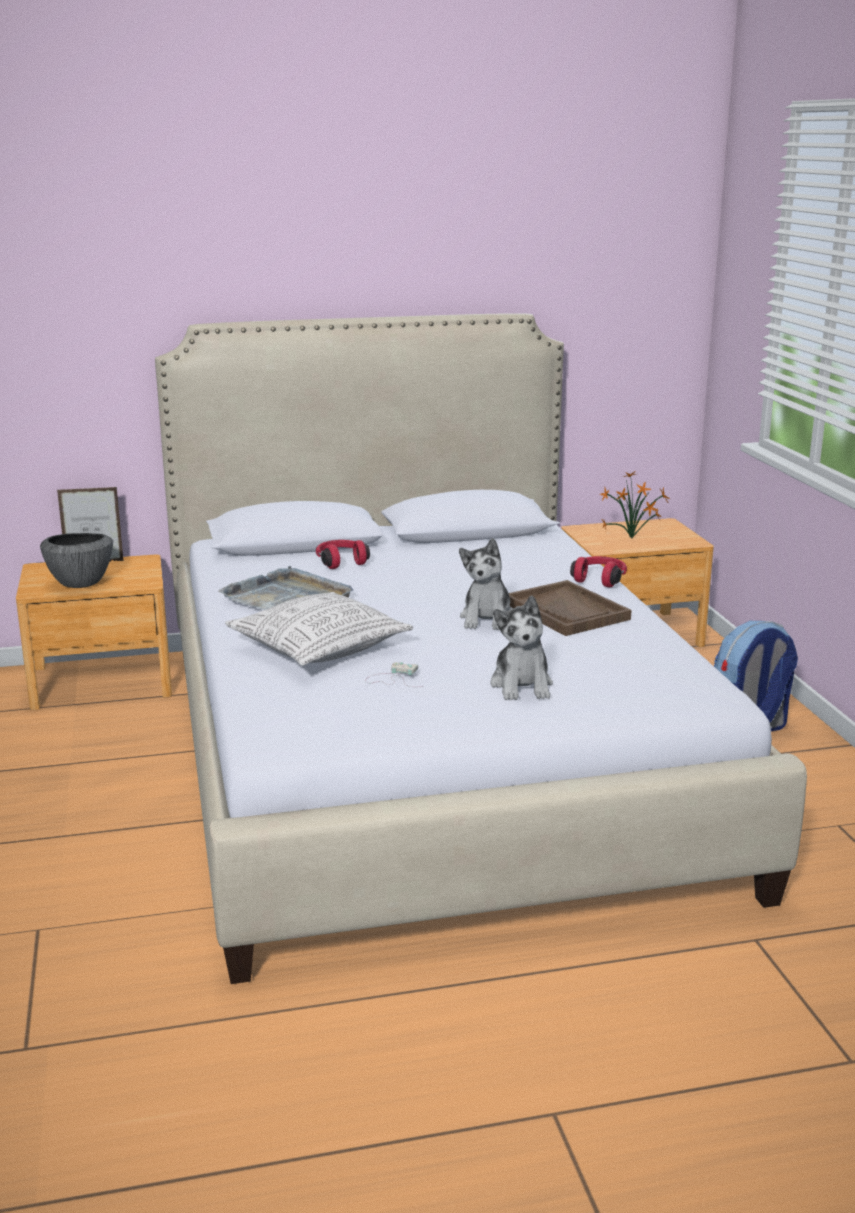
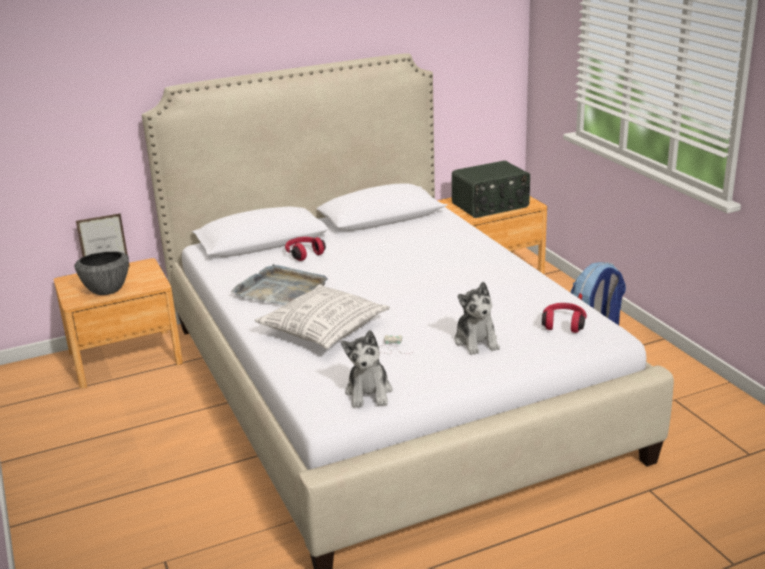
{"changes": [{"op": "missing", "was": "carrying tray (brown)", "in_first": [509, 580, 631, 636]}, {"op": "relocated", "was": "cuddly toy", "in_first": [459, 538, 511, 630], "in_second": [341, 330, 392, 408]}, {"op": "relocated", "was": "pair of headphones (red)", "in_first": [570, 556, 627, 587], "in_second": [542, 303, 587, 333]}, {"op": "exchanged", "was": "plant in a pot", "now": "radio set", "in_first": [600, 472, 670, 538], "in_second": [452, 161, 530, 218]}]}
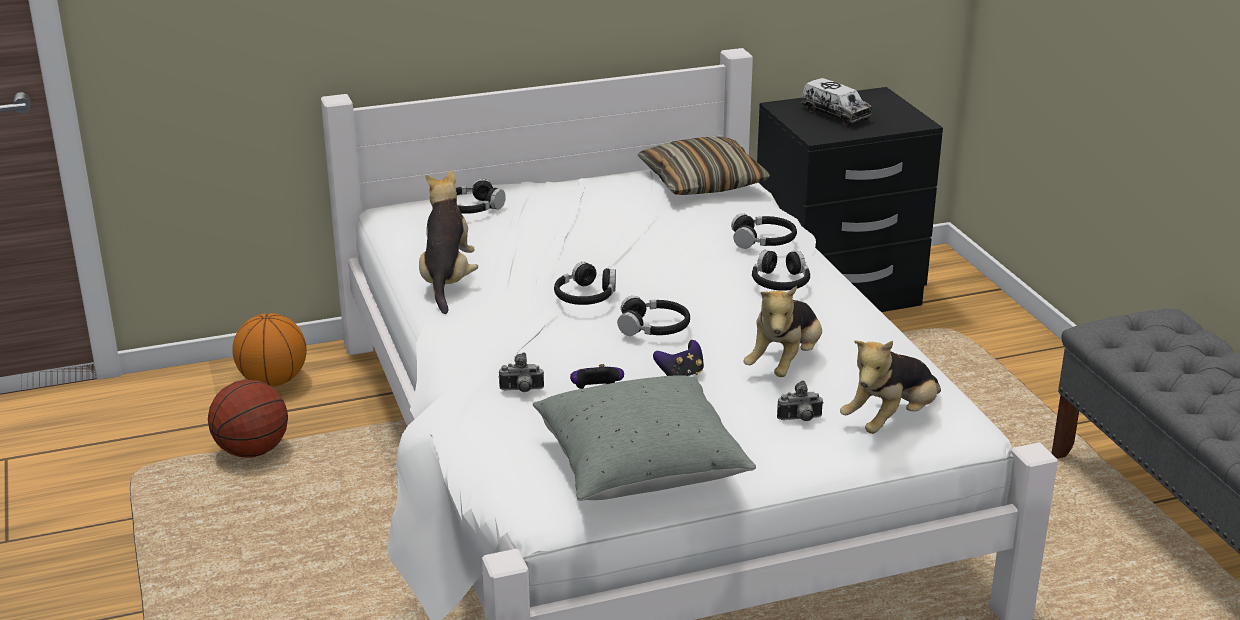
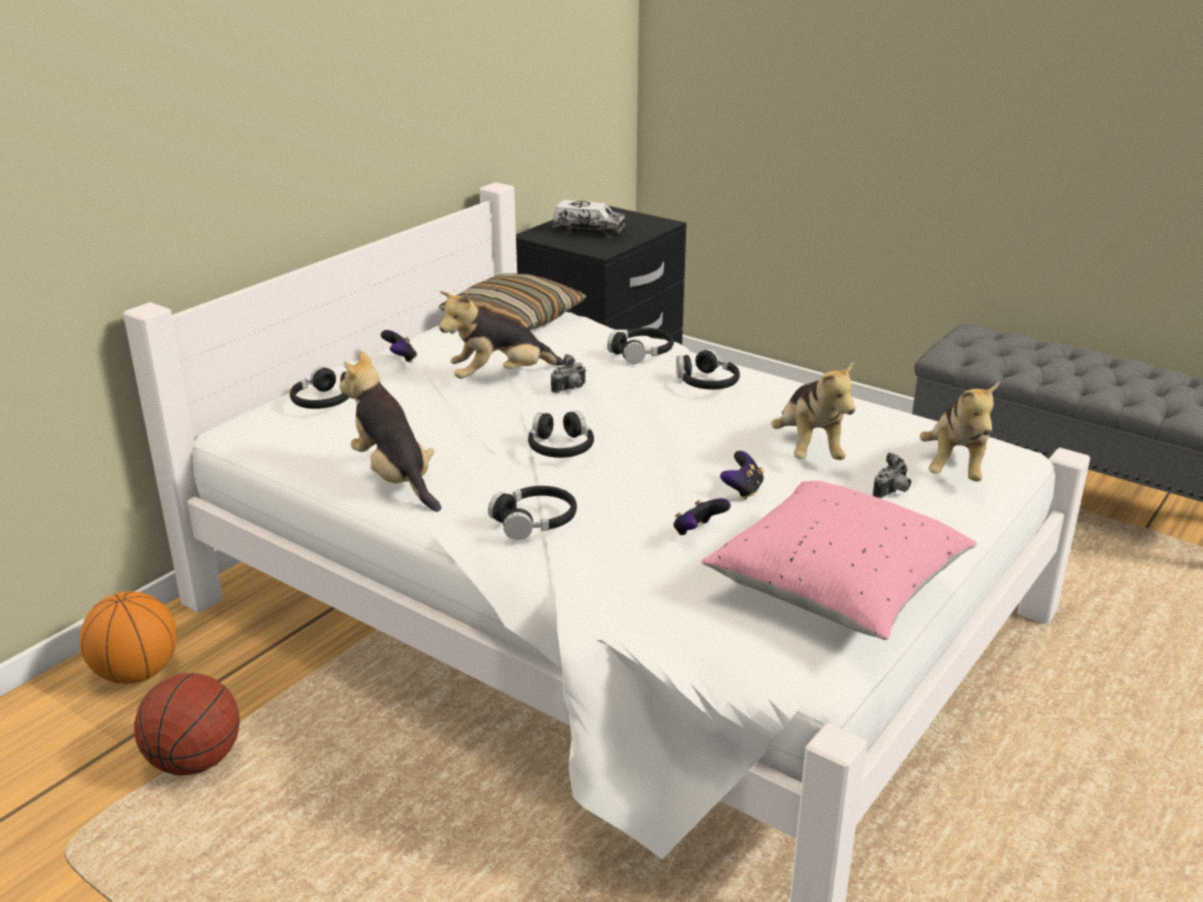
{"changes": [{"op": "appeared", "now": "joypad", "in_second": [381, 330, 417, 363]}, {"op": "appeared", "now": "cuddly toy", "in_second": [439, 291, 564, 379]}, {"op": "relocated", "was": "still camera", "in_first": [498, 352, 544, 392], "in_second": [551, 354, 586, 393]}, {"op": "relocated", "was": "pair of headphones (black)", "in_first": [617, 296, 690, 336], "in_second": [488, 486, 577, 540]}, {"op": "colour", "was": "throw pillow (grey)", "now": "throw pillow (pink)", "in_first": [533, 375, 756, 501], "in_second": [701, 481, 977, 640]}]}
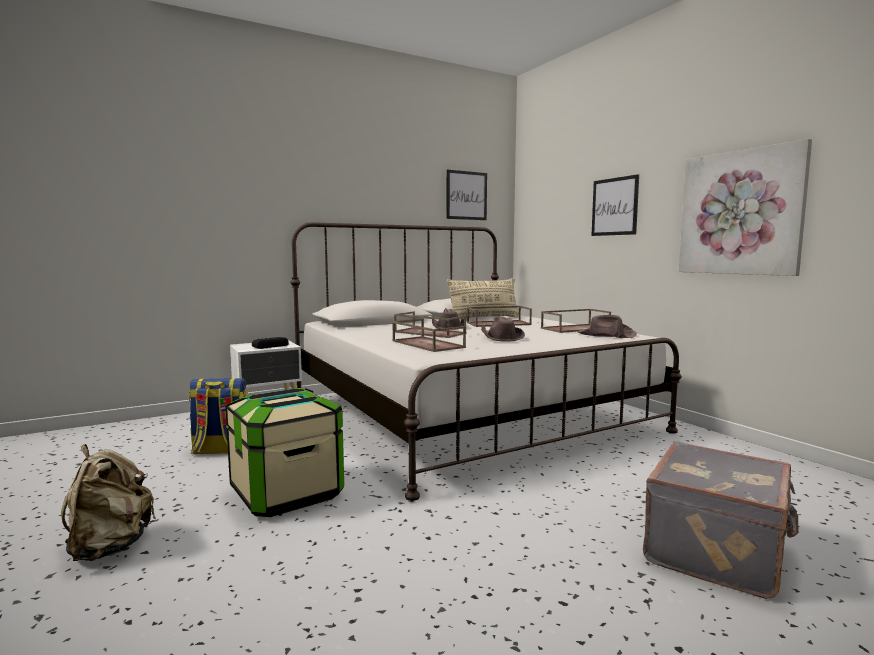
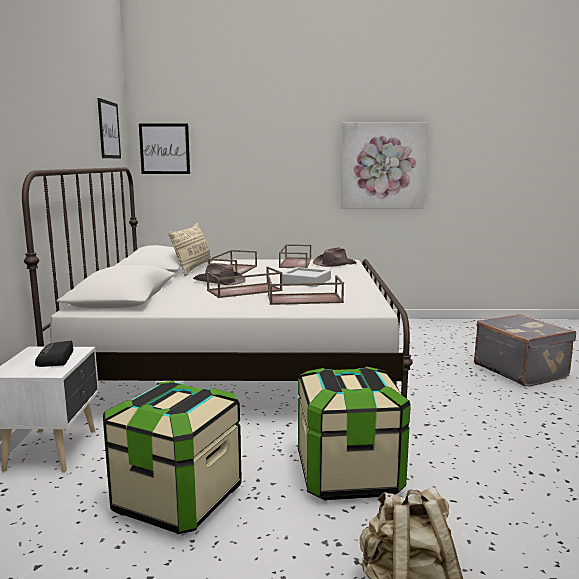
{"changes": [{"op": "relocated", "was": "wall picture", "in_first": [592, 174, 639, 236], "in_second": [139, 124, 190, 174]}, {"op": "exchanged", "was": "knapsack", "now": "storage box", "in_first": [189, 378, 246, 454], "in_second": [103, 381, 242, 534]}, {"op": "exchanged", "was": "wearable hat (brown)", "now": "carrying tray (grey)", "in_first": [481, 316, 525, 342], "in_second": [282, 267, 331, 287]}]}
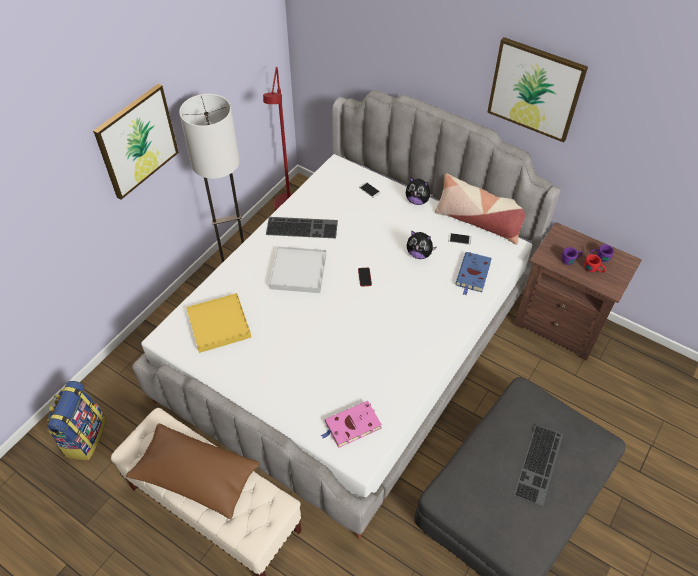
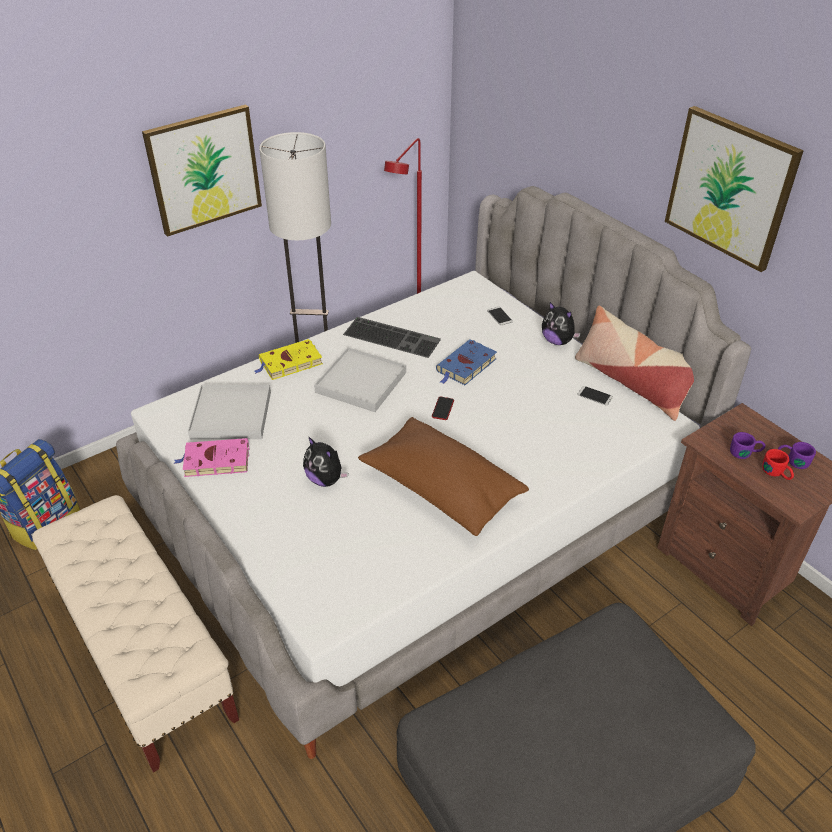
{"changes": [{"op": "missing", "was": "keyboard", "in_first": [514, 425, 563, 507]}, {"op": "appeared", "now": "bound book (yellow-coloured)", "in_second": [255, 339, 323, 380]}, {"op": "relocated", "was": "throw pillow (brown)", "in_first": [126, 423, 260, 519], "in_second": [358, 417, 529, 536]}, {"op": "relocated", "was": "bound book (pink)", "in_first": [321, 401, 382, 448], "in_second": [174, 438, 250, 477]}, {"op": "relocated", "was": "cuddly toy", "in_first": [407, 230, 437, 259], "in_second": [303, 436, 348, 487]}, {"op": "relocated", "was": "bound book (bluish)", "in_first": [455, 252, 492, 295], "in_second": [436, 339, 497, 385]}, {"op": "colour", "was": "carrying tray (yellow-coloured)", "now": "carrying tray (white)", "in_first": [186, 293, 252, 353], "in_second": [188, 384, 271, 439]}]}
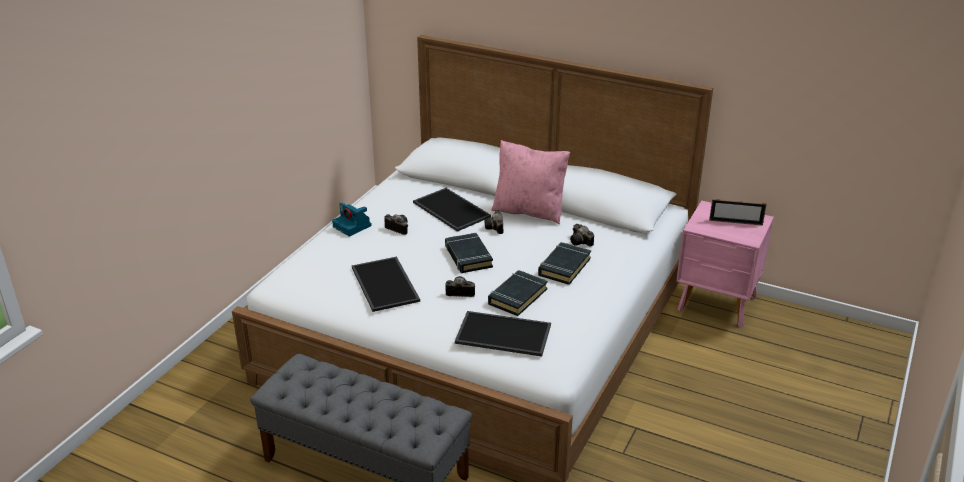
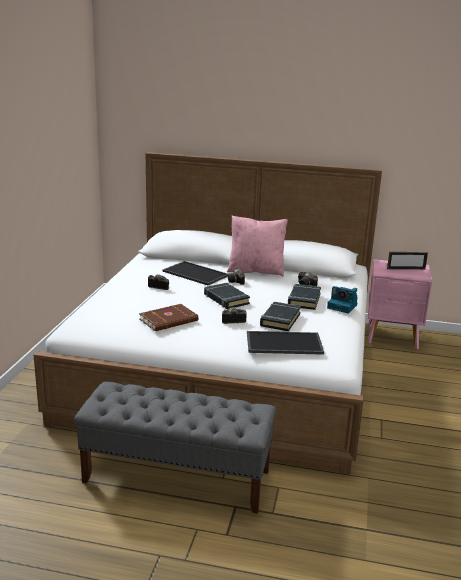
{"changes": [{"op": "relocated", "was": "still camera", "in_first": [332, 203, 372, 237], "in_second": [327, 286, 358, 314]}, {"op": "exchanged", "was": "carrying tray", "now": "bound book (brown)", "in_first": [352, 257, 420, 312], "in_second": [139, 304, 199, 331]}]}
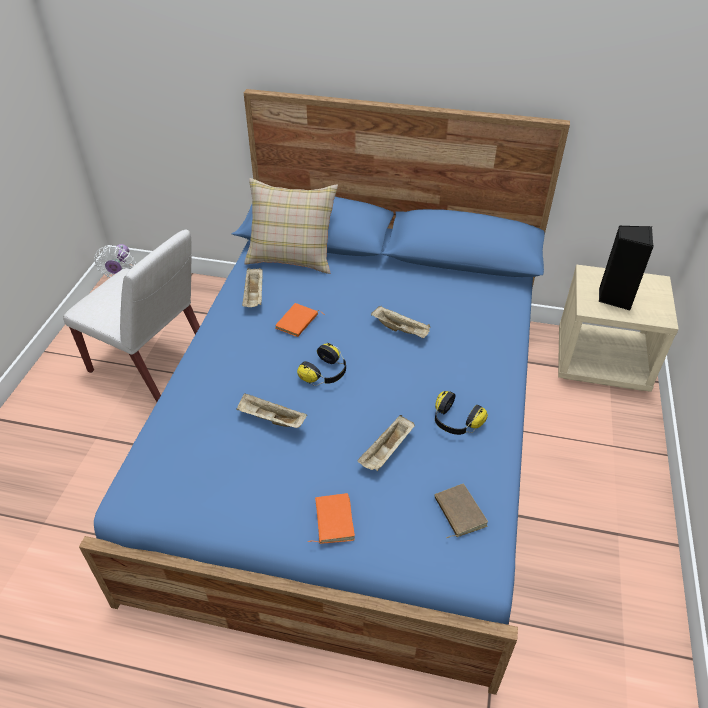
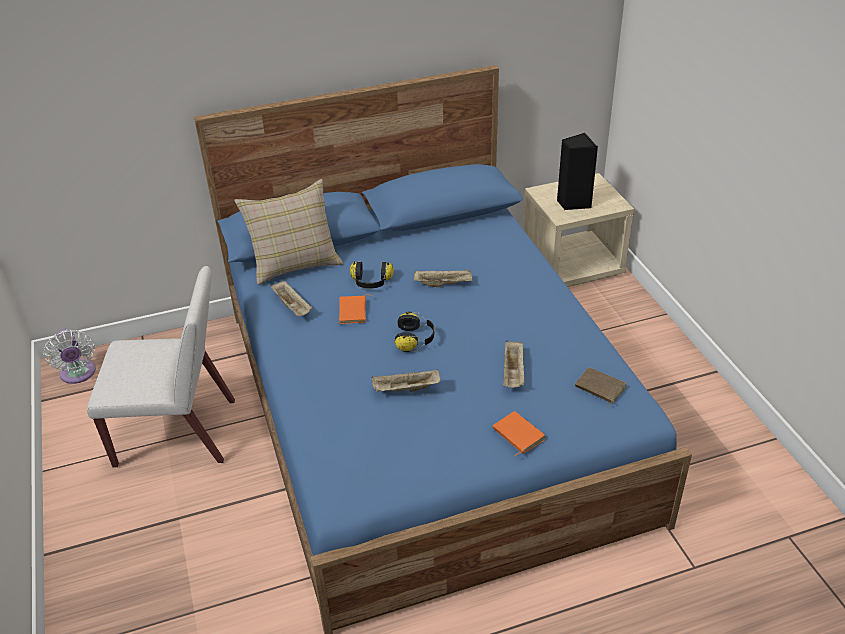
{"changes": [{"op": "relocated", "was": "pair of headphones", "in_first": [435, 391, 488, 435], "in_second": [350, 261, 394, 288]}]}
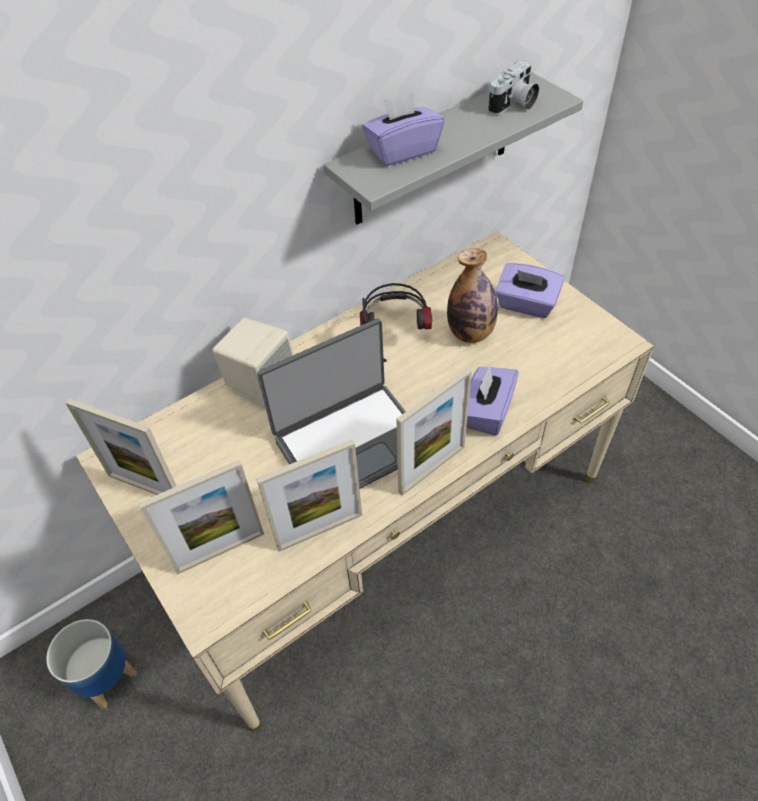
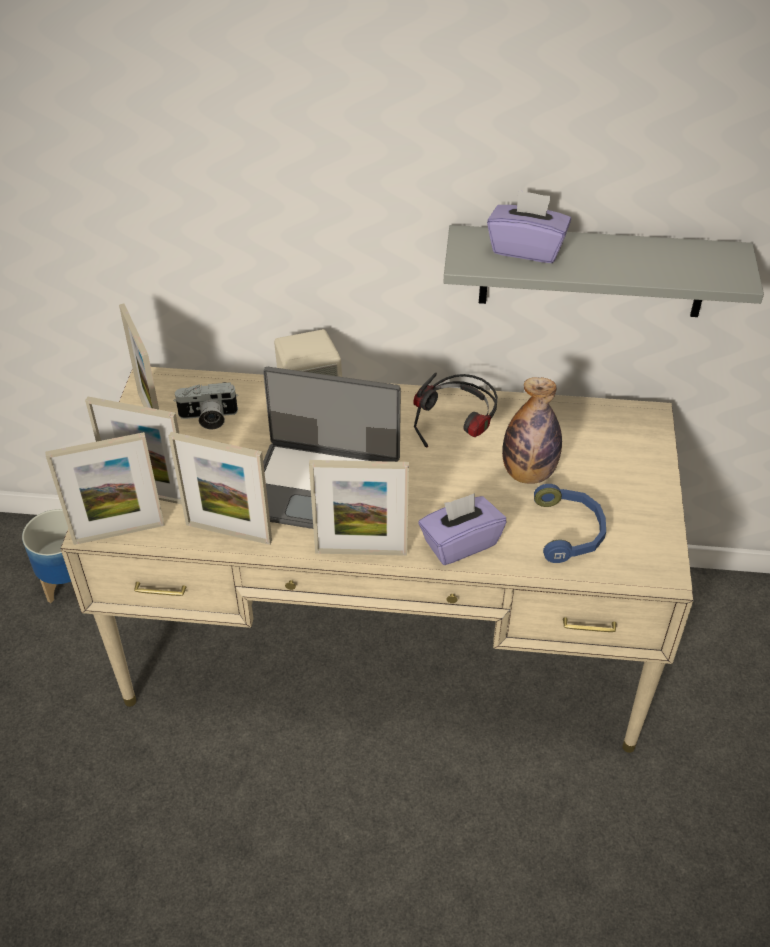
{"changes": [{"op": "missing", "was": "tissue holder (purplish)", "in_first": [496, 263, 564, 318]}, {"op": "appeared", "now": "photo frame", "in_second": [45, 432, 165, 545]}, {"op": "appeared", "now": "pair of headphones (bluish)", "in_second": [534, 484, 606, 563]}, {"op": "relocated", "was": "still camera", "in_first": [488, 60, 539, 115], "in_second": [174, 382, 238, 429]}]}
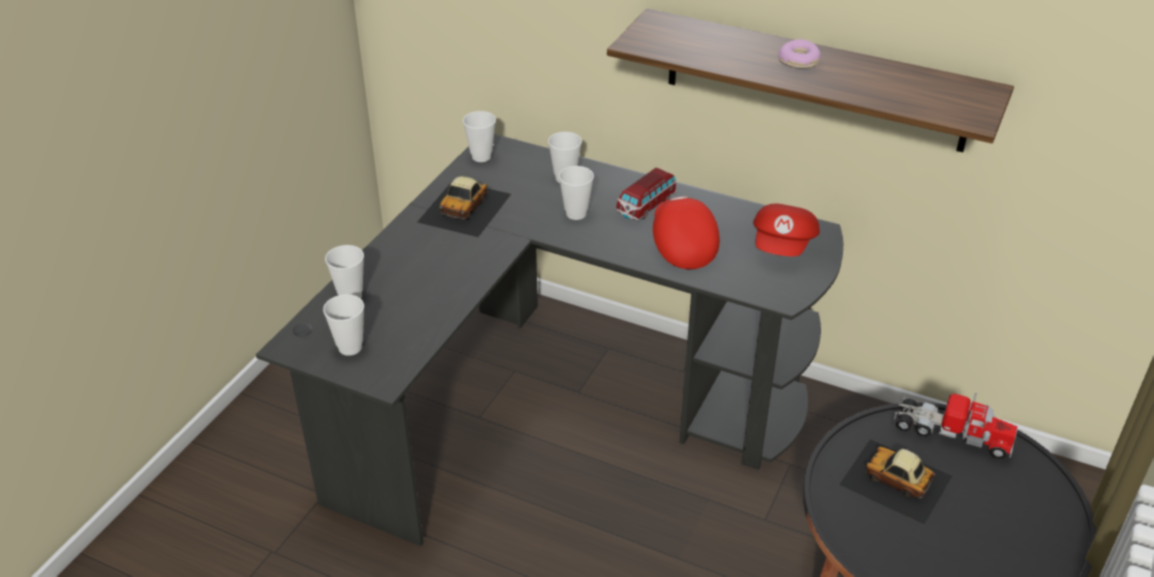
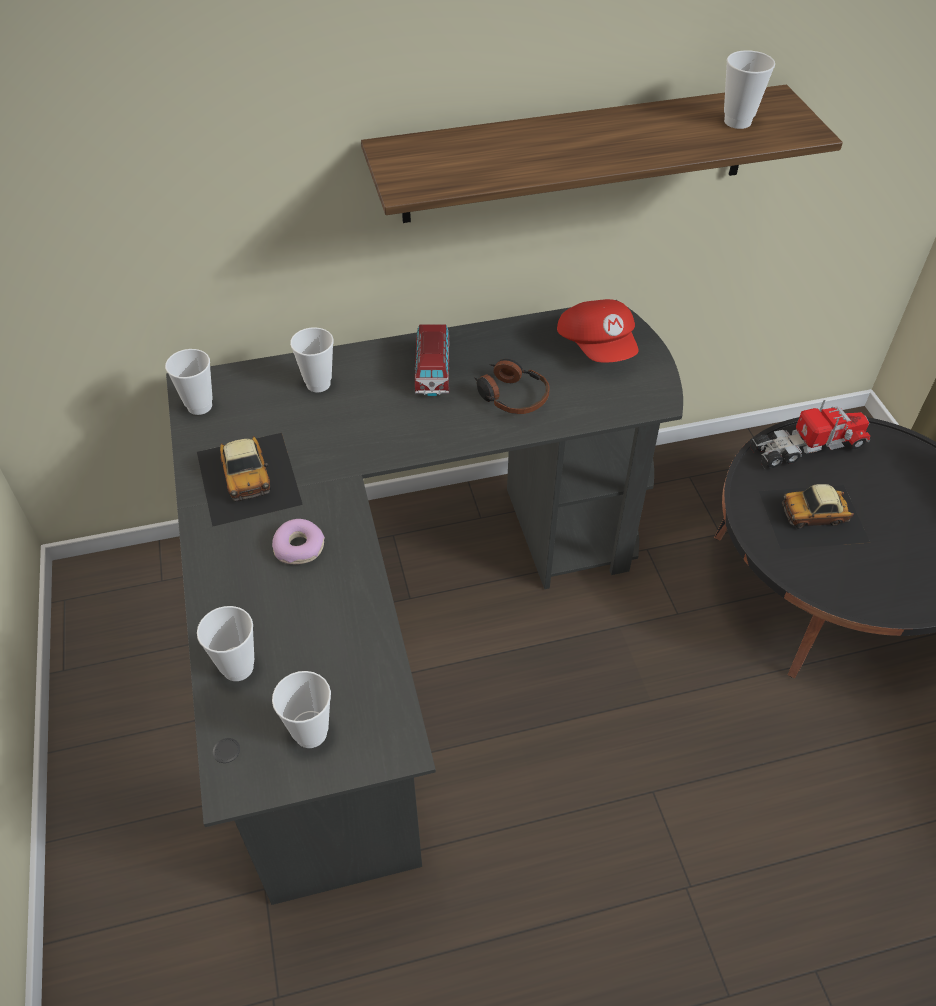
{"changes": [{"op": "relocated", "was": "cup", "in_first": [559, 166, 594, 220], "in_second": [724, 50, 775, 129]}, {"op": "relocated", "was": "ring doughnut", "in_first": [778, 39, 821, 69], "in_second": [272, 519, 325, 564]}, {"op": "exchanged", "was": "cap (red)", "now": "pair of headphones", "in_first": [653, 196, 720, 269], "in_second": [474, 359, 550, 414]}]}
